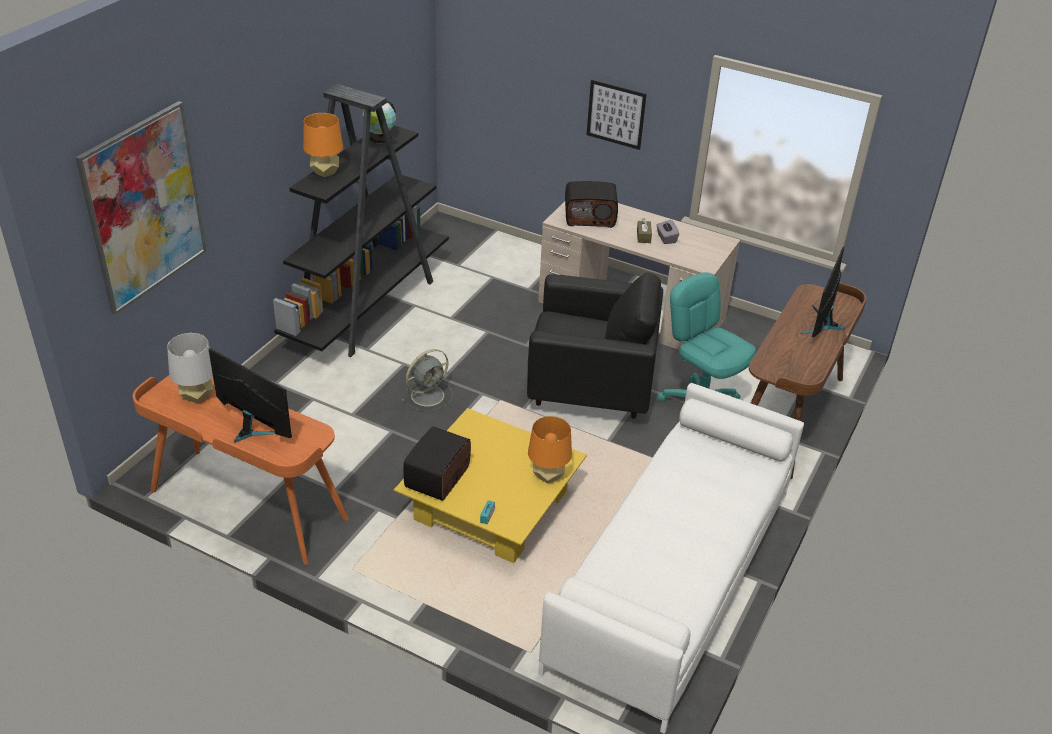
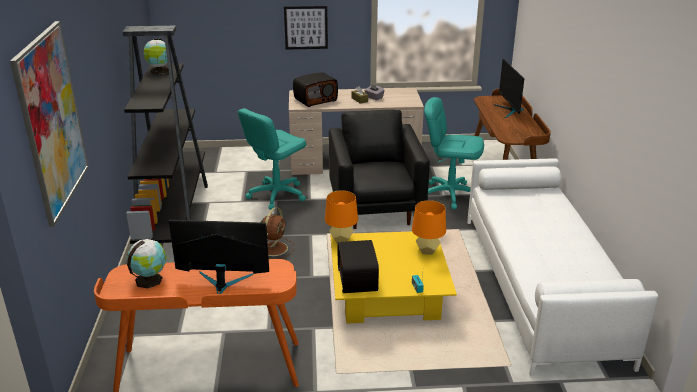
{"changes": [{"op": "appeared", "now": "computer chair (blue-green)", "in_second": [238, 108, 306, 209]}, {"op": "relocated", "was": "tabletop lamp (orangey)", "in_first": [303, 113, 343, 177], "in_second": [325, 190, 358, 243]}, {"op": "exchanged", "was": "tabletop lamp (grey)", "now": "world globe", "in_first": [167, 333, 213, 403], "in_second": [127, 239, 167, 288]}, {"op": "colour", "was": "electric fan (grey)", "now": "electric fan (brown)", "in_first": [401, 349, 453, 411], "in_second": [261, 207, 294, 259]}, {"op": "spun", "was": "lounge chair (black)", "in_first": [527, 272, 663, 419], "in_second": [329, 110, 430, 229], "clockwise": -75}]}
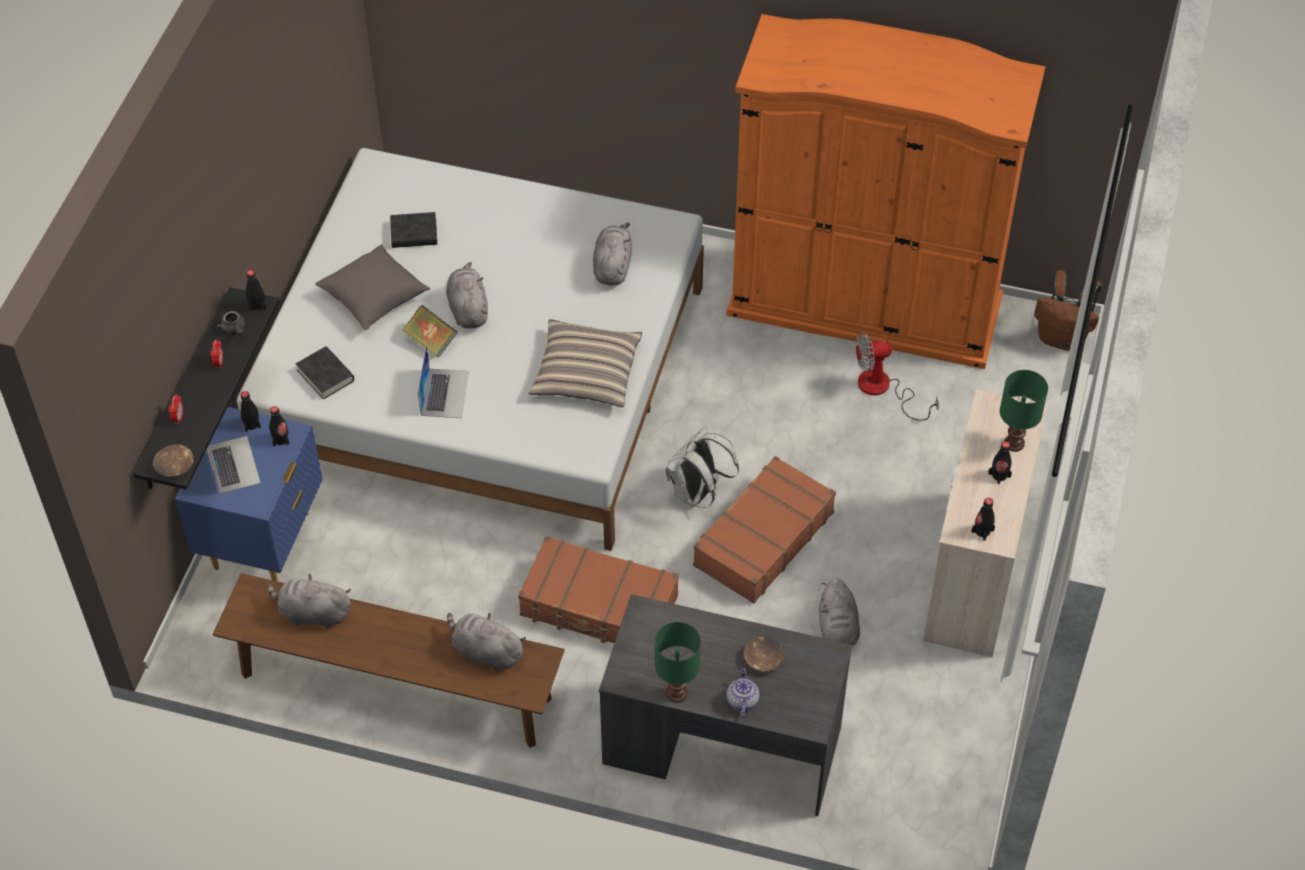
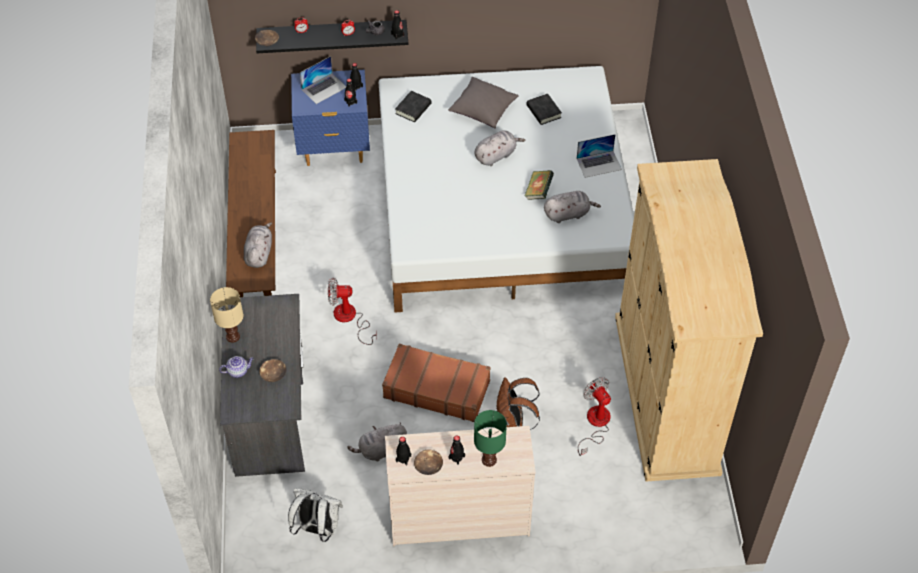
{"changes": [{"op": "missing", "was": "cuddly toy (grey)", "in_first": [267, 573, 351, 629]}, {"op": "missing", "was": "throw pillow", "in_first": [528, 319, 642, 407]}, {"op": "appeared", "now": "serving bowl (brown)", "in_second": [414, 449, 443, 475]}, {"op": "relocated", "was": "bound book", "in_first": [402, 305, 458, 358], "in_second": [525, 170, 554, 200]}, {"op": "relocated", "was": "notebook computer", "in_first": [418, 345, 469, 418], "in_second": [577, 134, 622, 178]}, {"op": "relocated", "was": "knapsack (white)", "in_first": [666, 426, 739, 508], "in_second": [288, 488, 343, 542]}, {"op": "relocated", "was": "knapsack (brown)", "in_first": [1034, 270, 1102, 351], "in_second": [496, 377, 540, 430]}, {"op": "exchanged", "was": "travel case (brown)", "now": "electric fan", "in_first": [518, 536, 679, 643], "in_second": [328, 278, 377, 345]}, {"op": "colour", "was": "tabletop lamp (green)", "now": "tabletop lamp (beige)", "in_first": [655, 622, 701, 703], "in_second": [210, 287, 243, 343]}, {"op": "colour", "was": "wardrobe (orangey)", "now": "wardrobe (beige)", "in_first": [727, 14, 1045, 369], "in_second": [615, 159, 763, 482]}]}
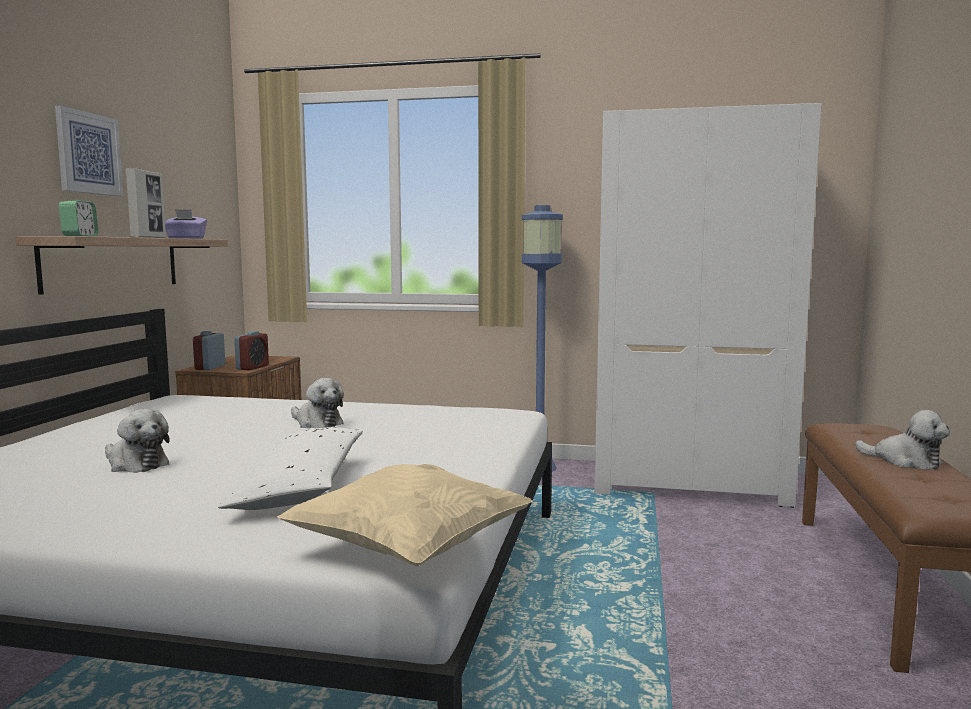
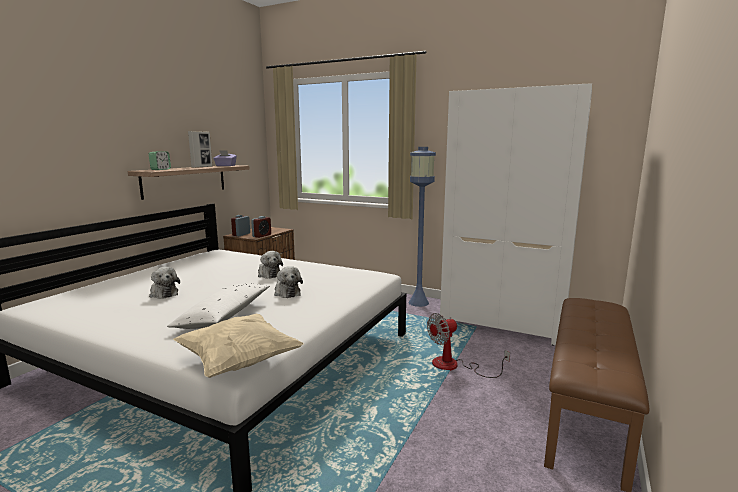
{"changes": [{"op": "missing", "was": "wall picture", "in_first": [55, 106, 123, 196]}, {"op": "appeared", "now": "electric fan", "in_second": [427, 313, 510, 378]}, {"op": "relocated", "was": "cuddly toy", "in_first": [855, 410, 950, 470], "in_second": [274, 266, 303, 298]}]}
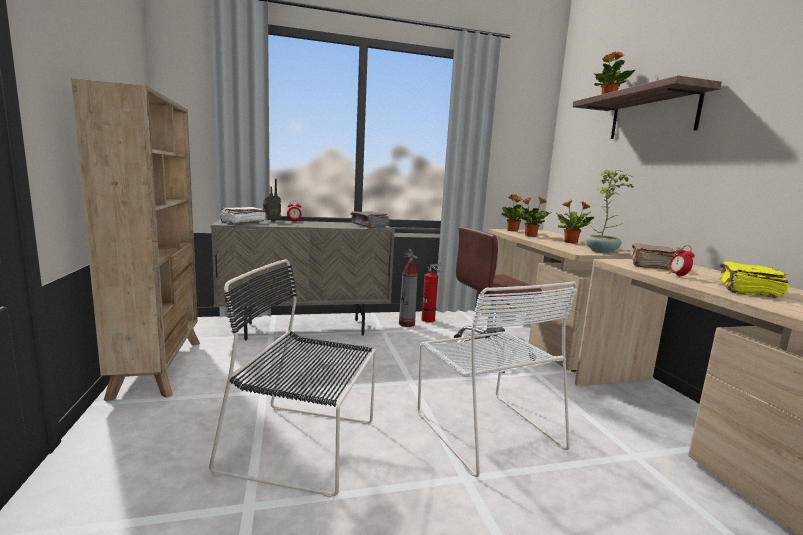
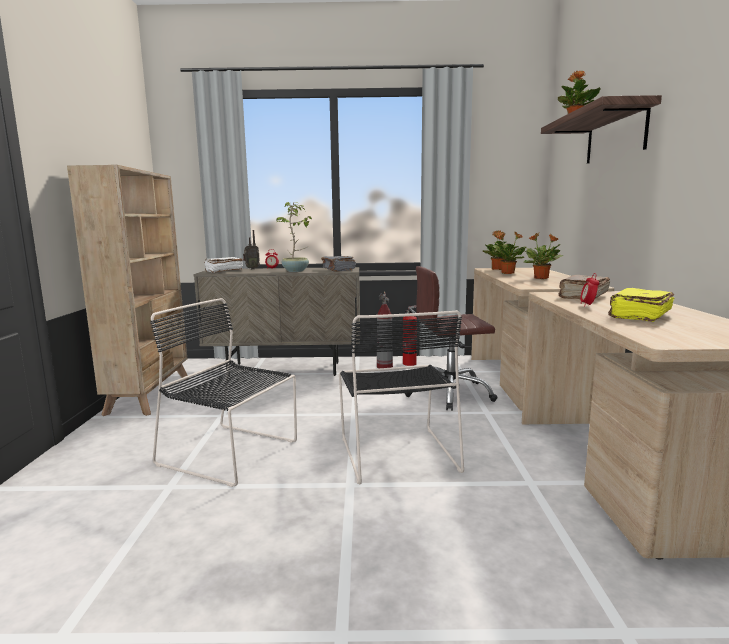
{"changes": [{"op": "relocated", "was": "plant in a pot", "in_first": [586, 170, 633, 253], "in_second": [276, 202, 312, 272]}, {"op": "colour", "was": "upright chair (white)", "now": "upright chair (black)", "in_first": [418, 281, 577, 477], "in_second": [339, 310, 464, 485]}]}
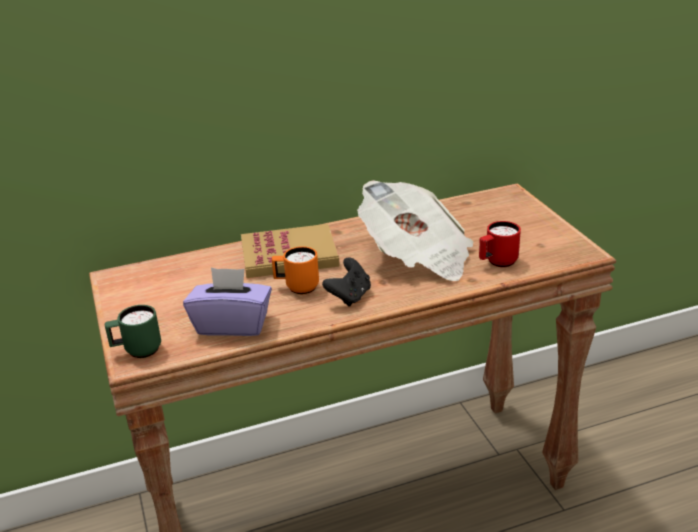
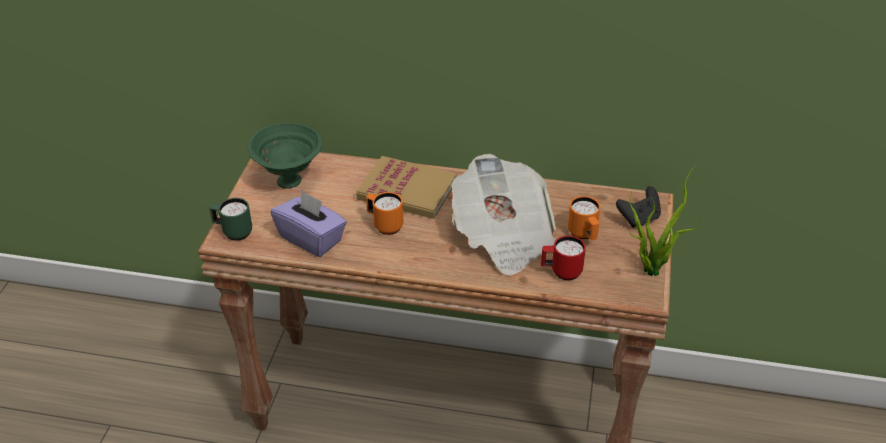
{"changes": [{"op": "appeared", "now": "serving bowl (green)", "in_second": [247, 123, 322, 189]}, {"op": "appeared", "now": "tea mug (orangey)", "in_second": [568, 196, 600, 240]}, {"op": "appeared", "now": "plant in a pot", "in_second": [629, 165, 700, 276]}, {"op": "relocated", "was": "joypad (black)", "in_first": [322, 258, 371, 307], "in_second": [616, 186, 661, 228]}]}
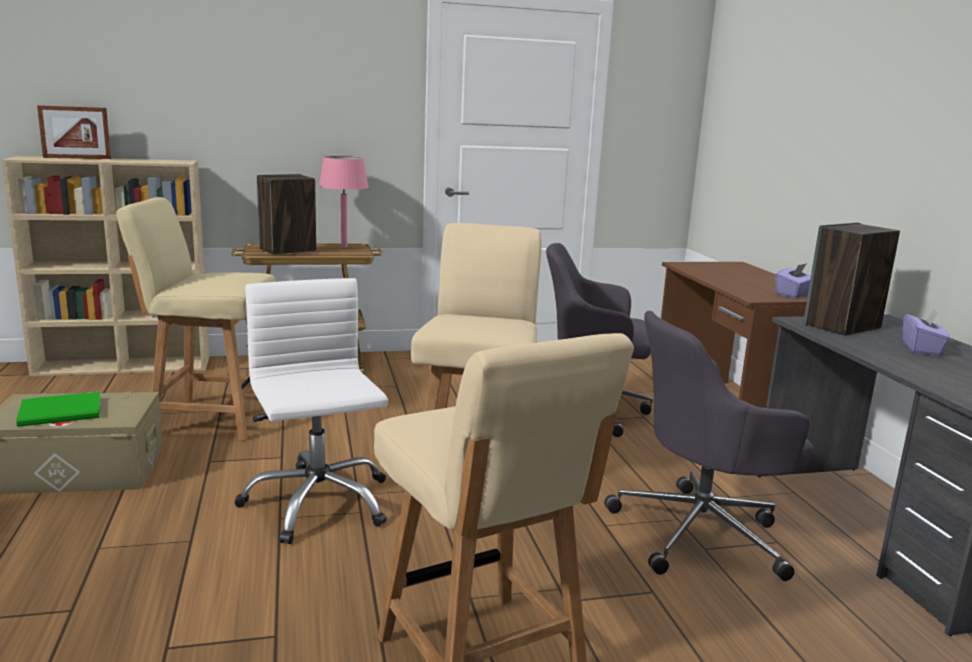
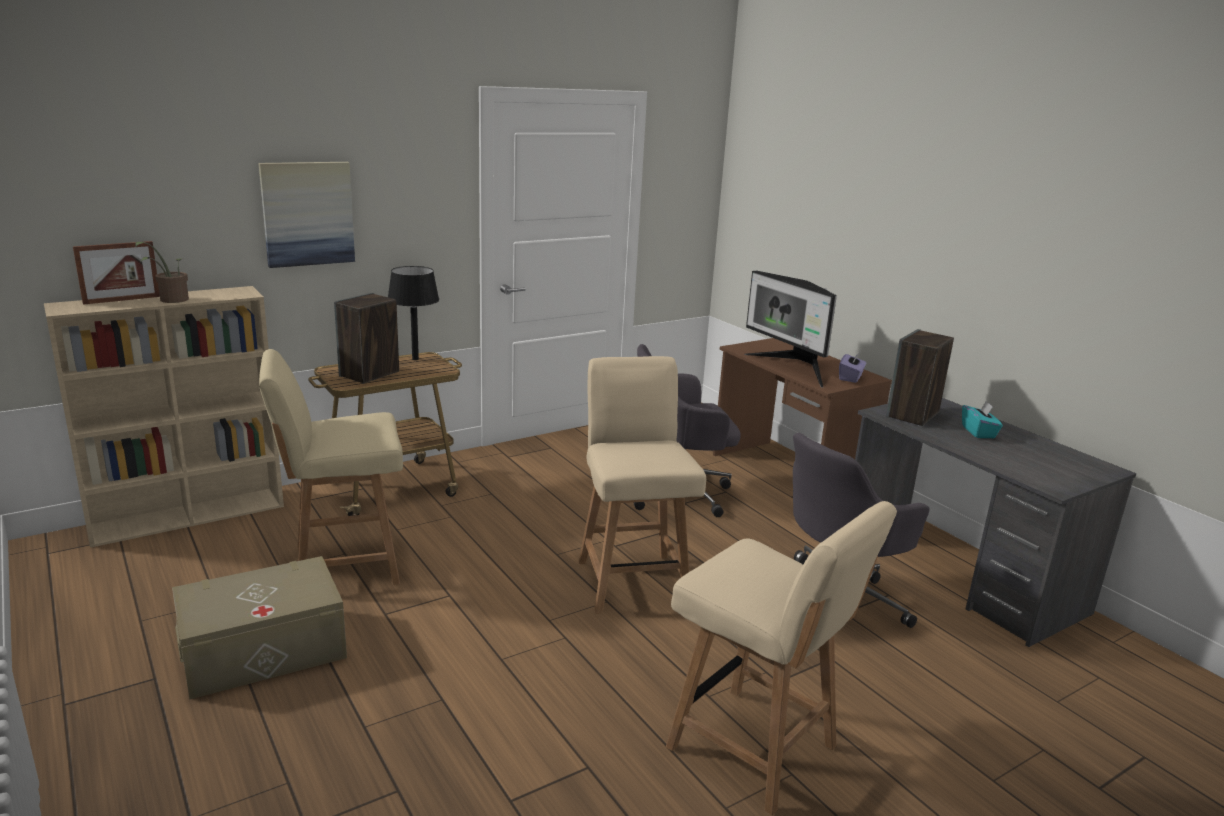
{"changes": [{"op": "missing", "was": "bound book (green)", "in_first": [16, 392, 100, 427]}, {"op": "missing", "was": "computer chair (white)", "in_first": [234, 278, 388, 544]}, {"op": "appeared", "now": "plant in a pot", "in_second": [135, 242, 189, 303]}, {"op": "appeared", "now": "wall picture", "in_second": [258, 162, 355, 268]}, {"op": "appeared", "now": "computer screen", "in_second": [744, 270, 837, 388]}, {"op": "colour", "was": "tabletop lamp (pink)", "now": "tabletop lamp (black)", "in_first": [319, 156, 369, 247], "in_second": [388, 266, 439, 360]}, {"op": "colour", "was": "tissue holder (purplish)", "now": "tissue holder (blue-green)", "in_first": [903, 309, 950, 356], "in_second": [962, 401, 1003, 438]}]}
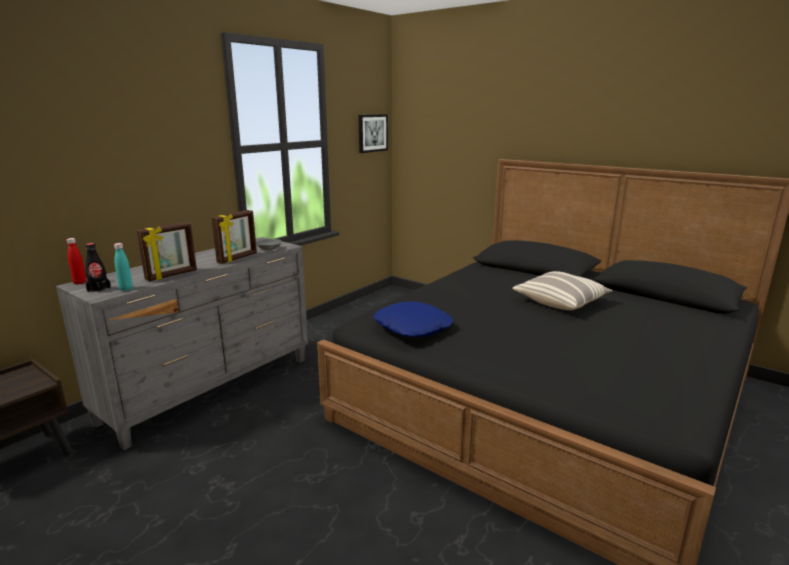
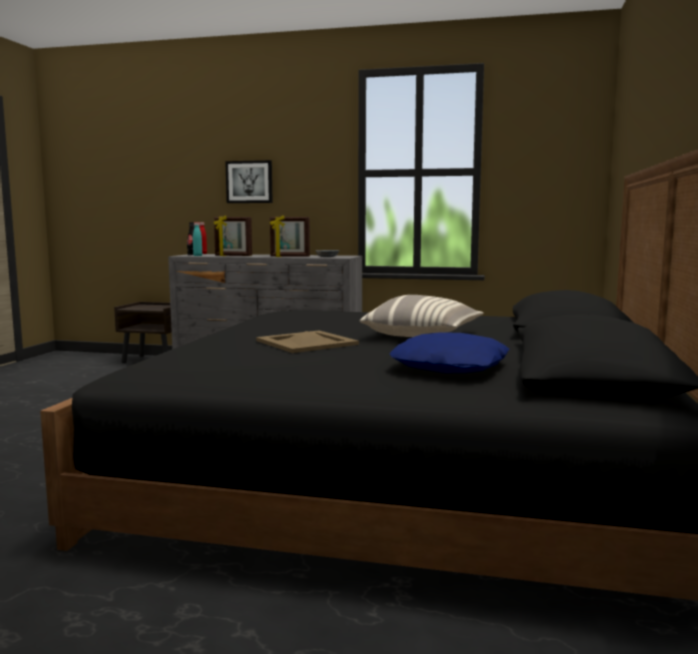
{"changes": [{"op": "appeared", "now": "carrying tray (beige)", "in_second": [256, 331, 359, 353]}, {"op": "relocated", "was": "wall picture", "in_first": [358, 114, 388, 153], "in_second": [225, 160, 273, 203]}, {"op": "relocated", "was": "throw pillow (bluish)", "in_first": [373, 301, 453, 337], "in_second": [390, 332, 509, 373]}]}
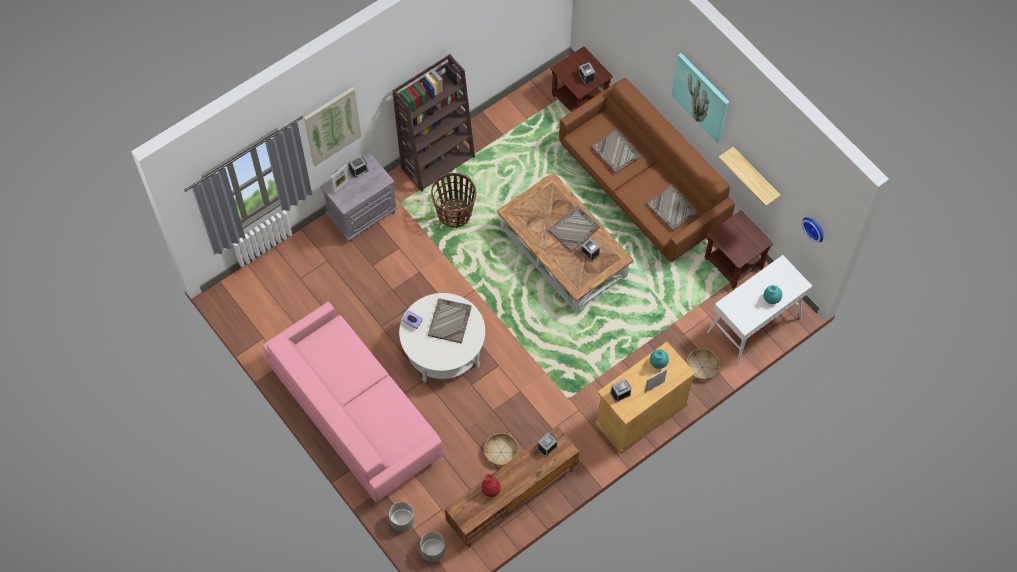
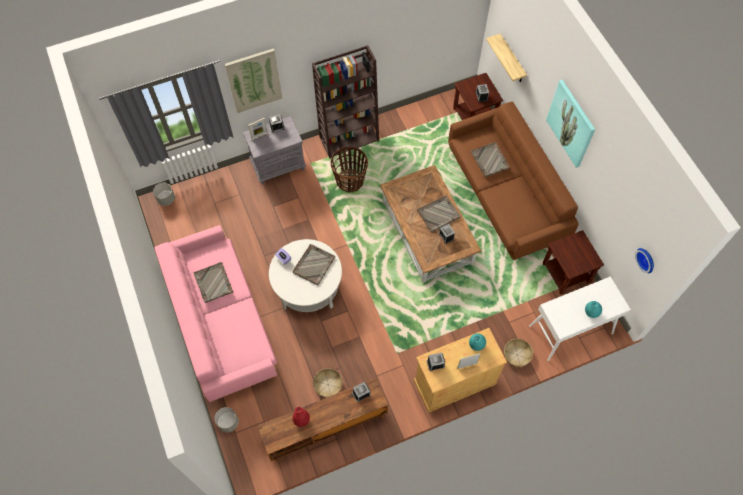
{"changes": [{"op": "relocated", "was": "planter (grey)", "in_first": [420, 532, 445, 562], "in_second": [153, 183, 175, 206]}, {"op": "relocated", "was": "carrying tray (grey)", "in_first": [646, 185, 698, 231], "in_second": [193, 262, 233, 303]}, {"op": "relocated", "was": "bracket shelf", "in_first": [719, 147, 781, 207], "in_second": [486, 33, 527, 82]}]}
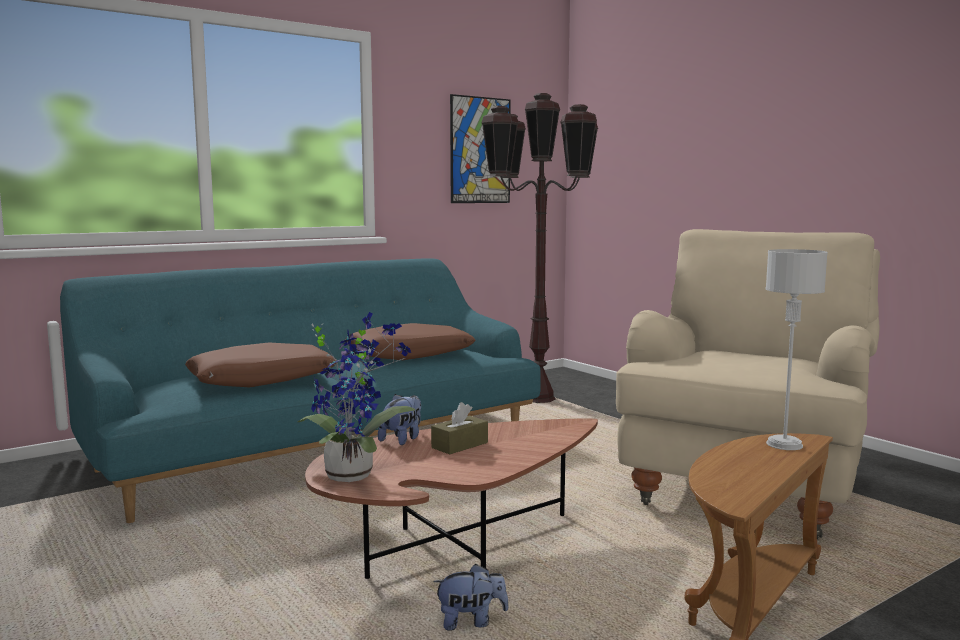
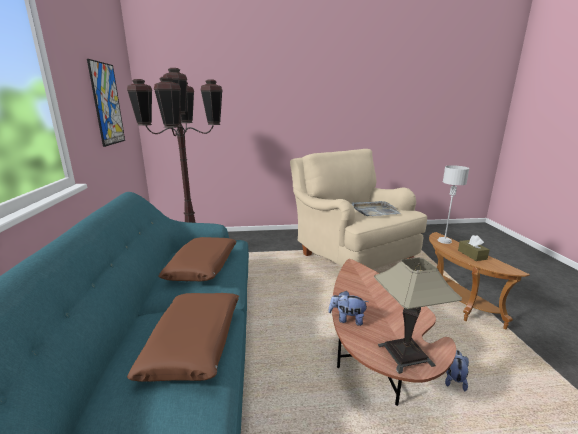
{"changes": [{"op": "appeared", "now": "carrying tray (grey)", "in_second": [352, 201, 401, 216]}, {"op": "relocated", "was": "tissue holder (brown)", "in_first": [431, 402, 488, 454], "in_second": [458, 235, 489, 261]}, {"op": "exchanged", "was": "plant in a pot", "now": "tabletop lamp", "in_first": [298, 312, 416, 482], "in_second": [374, 257, 462, 374]}, {"op": "spun", "was": "cuddly toy", "in_first": [378, 394, 421, 445], "in_second": [328, 291, 369, 326], "clockwise": -45}]}
